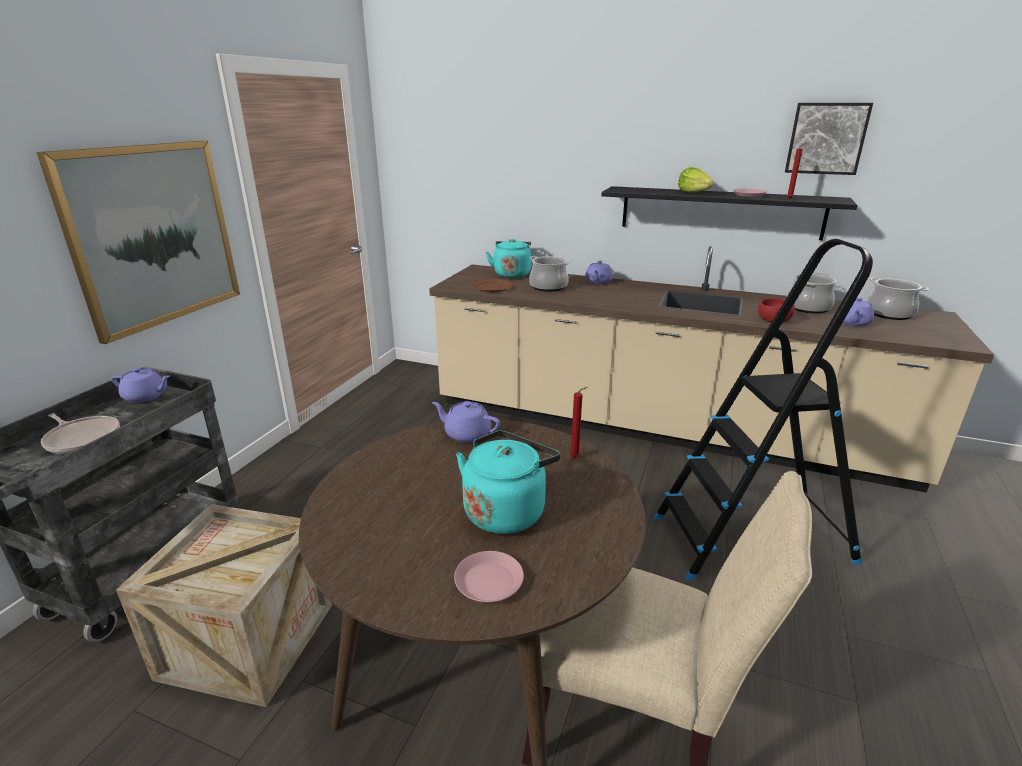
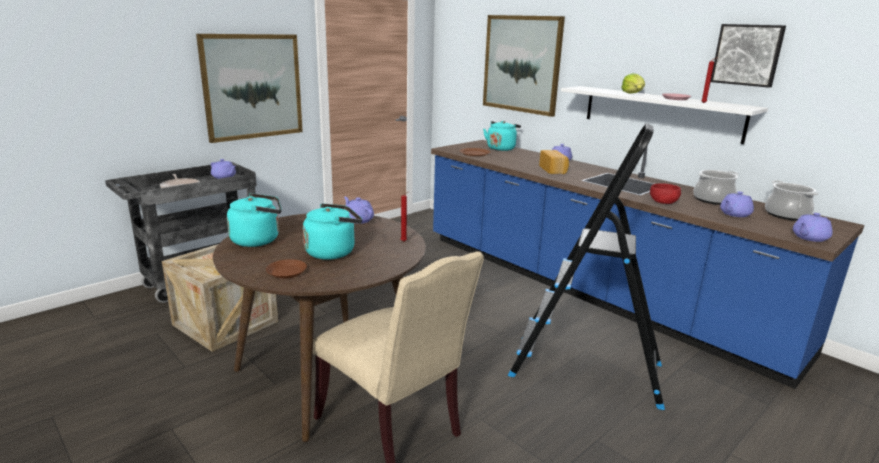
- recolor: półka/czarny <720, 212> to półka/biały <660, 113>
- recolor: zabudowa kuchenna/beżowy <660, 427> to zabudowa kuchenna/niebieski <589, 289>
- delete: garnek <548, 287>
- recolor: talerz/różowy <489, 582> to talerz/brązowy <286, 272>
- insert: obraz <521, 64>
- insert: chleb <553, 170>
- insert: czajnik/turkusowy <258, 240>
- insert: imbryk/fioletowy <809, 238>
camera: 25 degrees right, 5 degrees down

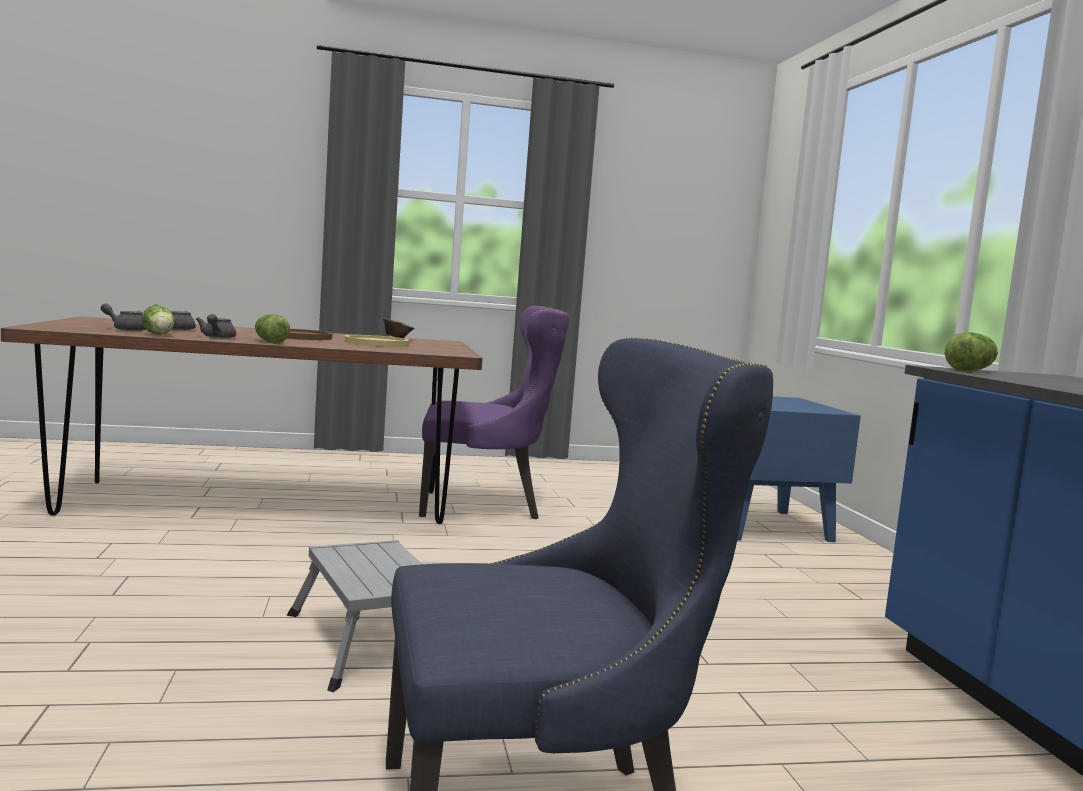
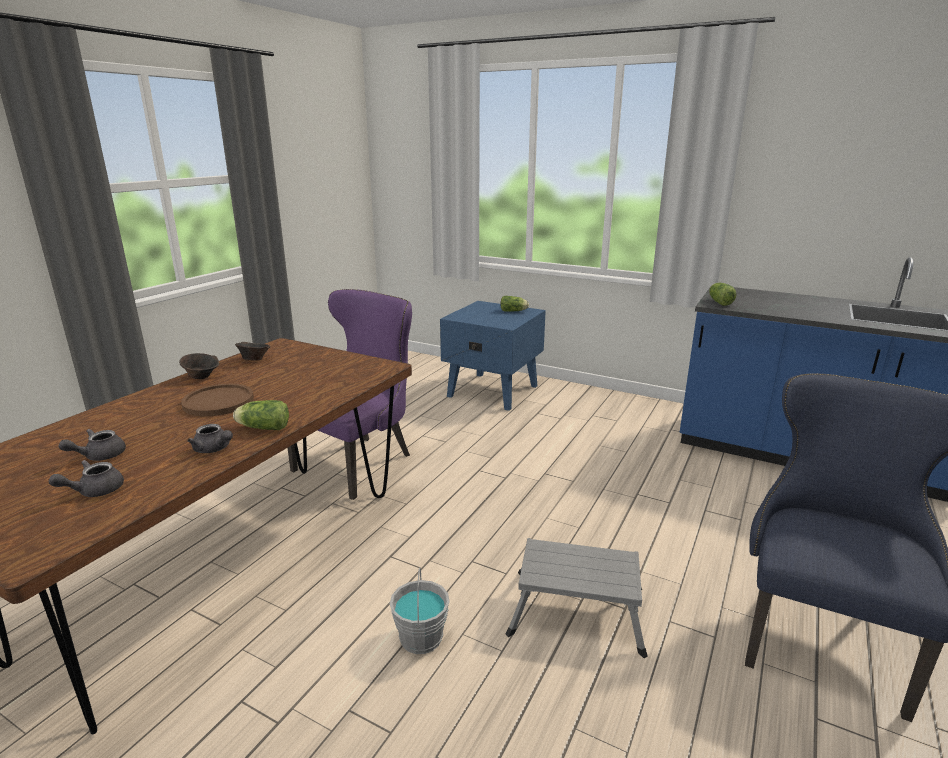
- move: sałata <159, 335> to <514, 311>
- delete: talerz/żółty <376, 343>
- insert: miska/brązowy <202, 377>
- insert: wiadro/szary <420, 637>
camera: 50 degrees left, 15 degrees up

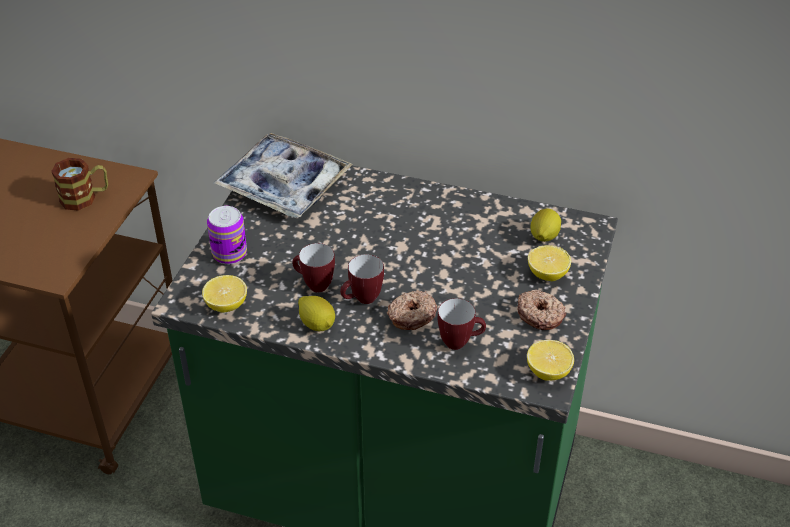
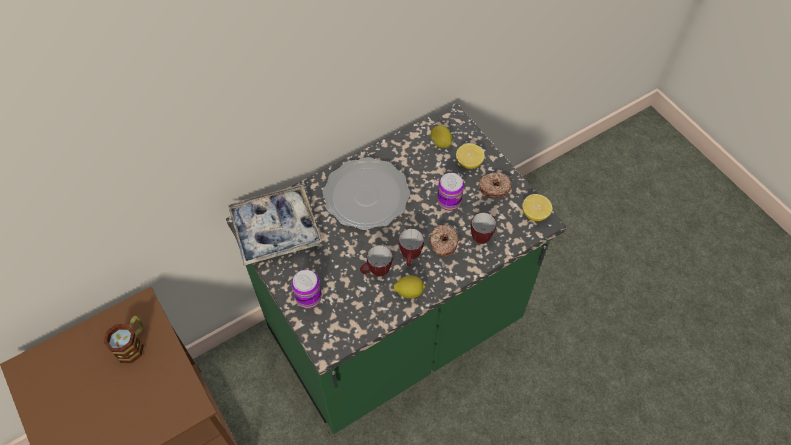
- delete: cytryna <226, 305>
- insert: talerz <366, 195>
- insert: puszka <449, 201>
camera: 50 degrees left, 15 degrees up

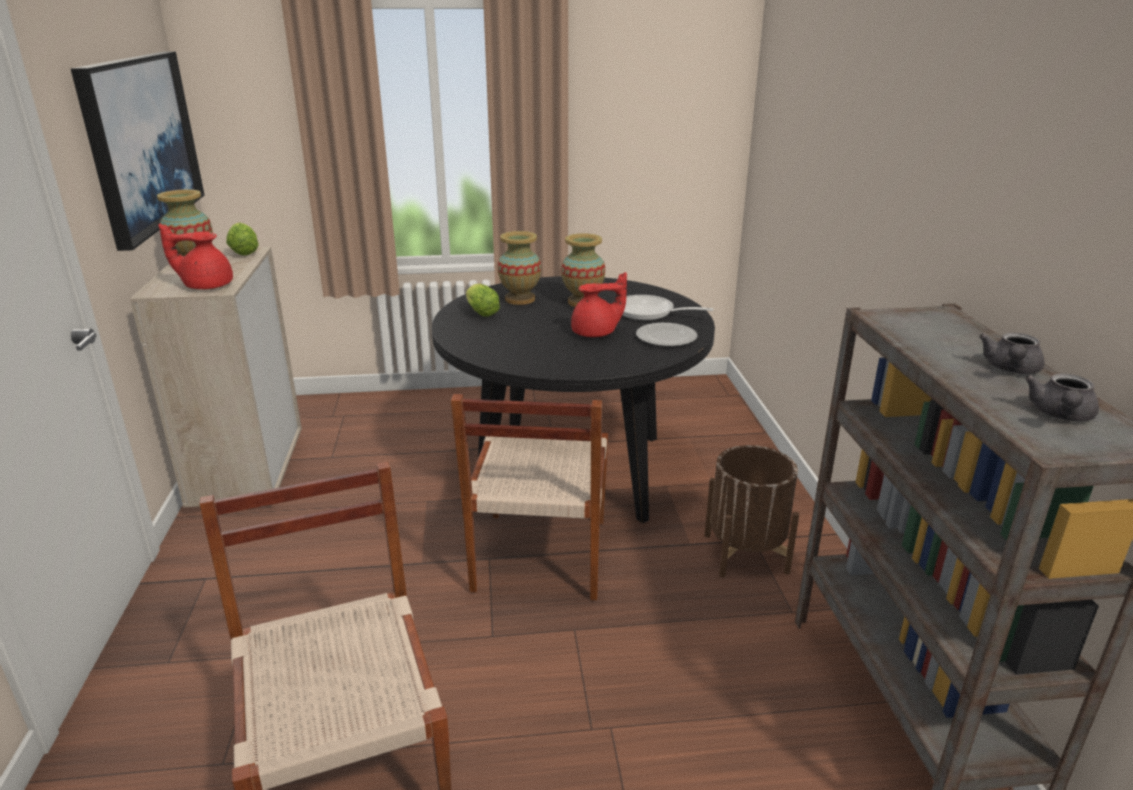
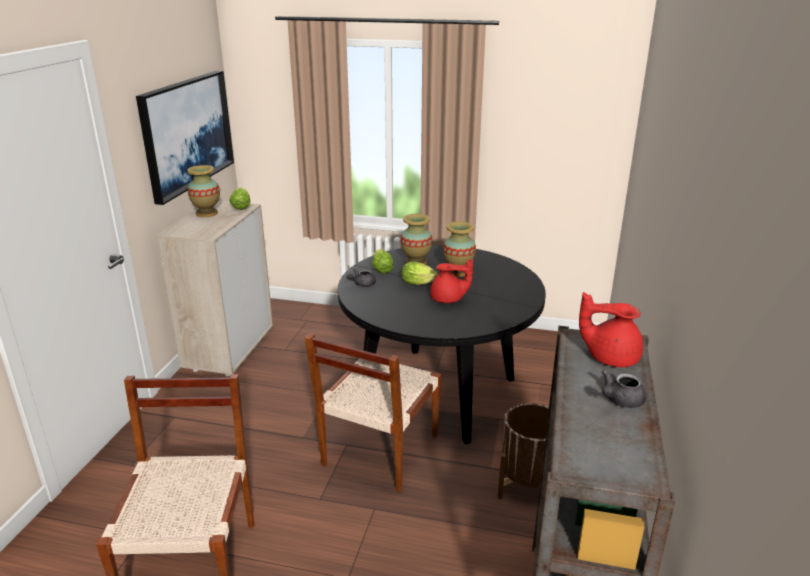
- move: imbryk/czerwony <206, 285> to <610, 357>
- delete: patelnia <649, 313>
- delete: talerz <665, 337>
- move: imbryk/szary <1060, 415> to <361, 284>
- insert: sałata <420, 284>
camera: 20 degrees right, 0 degrees up

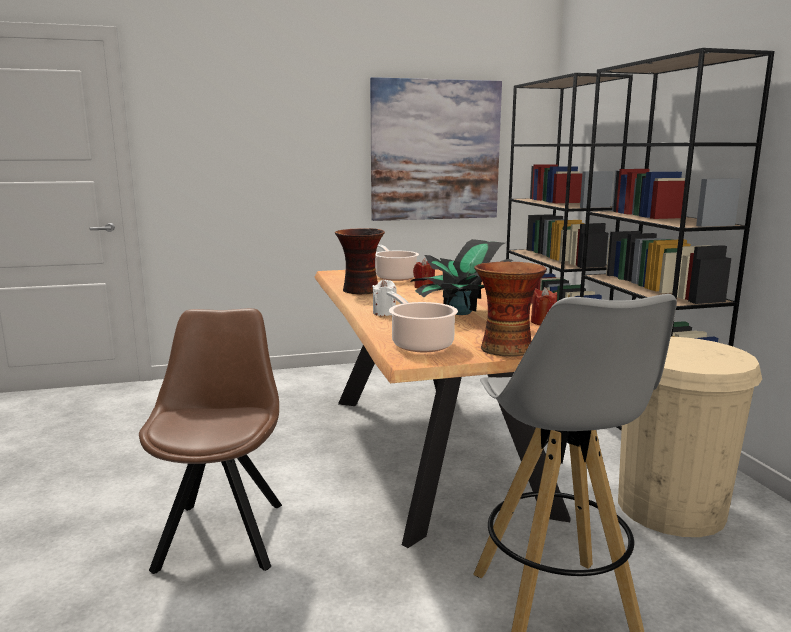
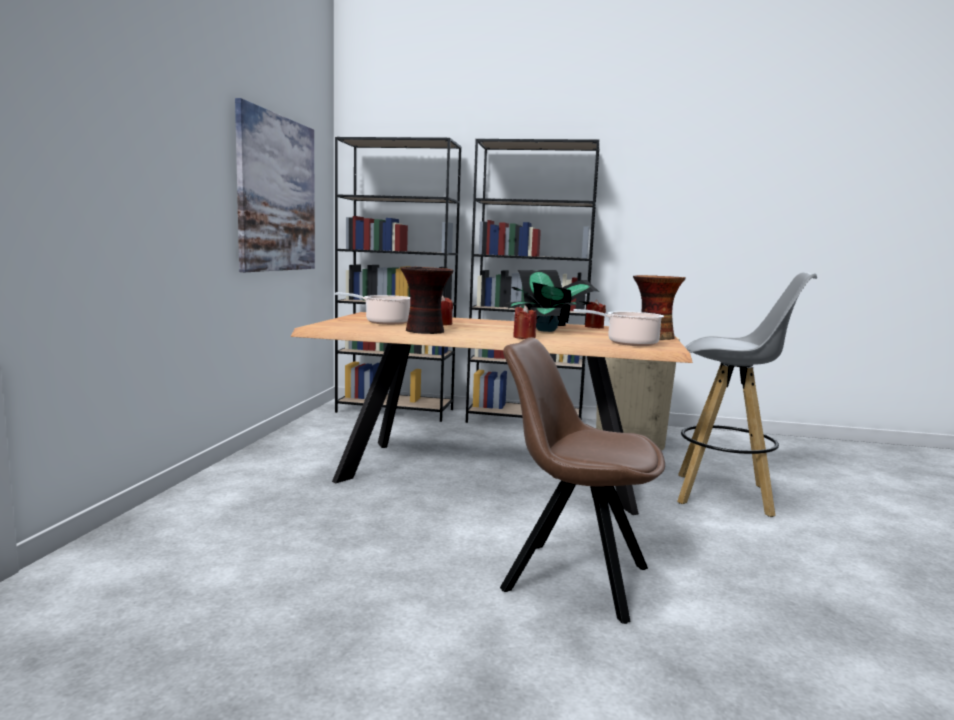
- recolor: świeca/biały <384, 313> to świeca/czerwony <524, 337>
camera: 65 degrees left, 5 degrees down

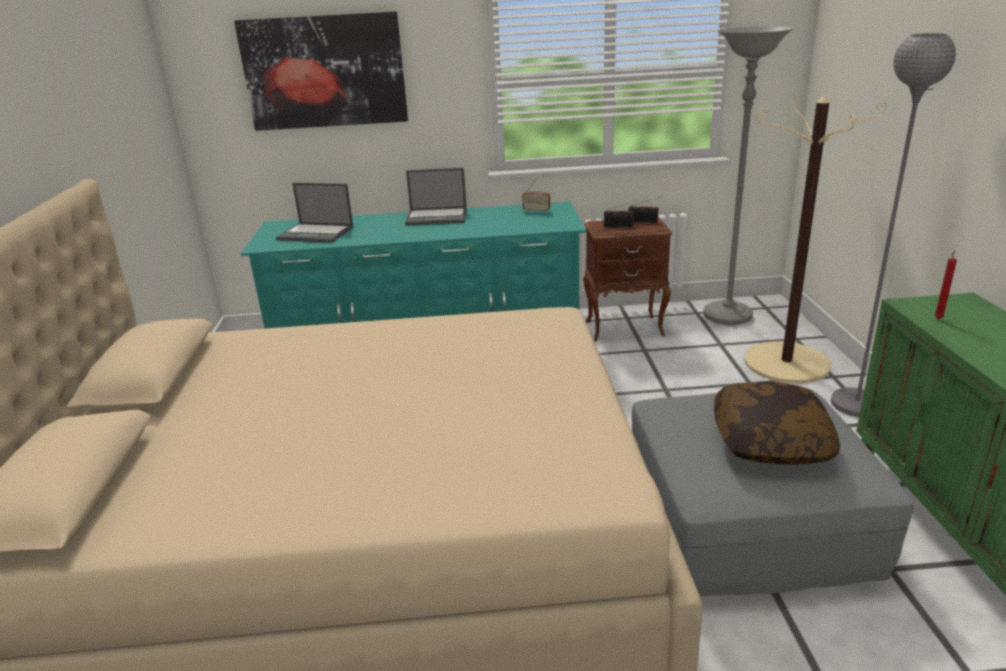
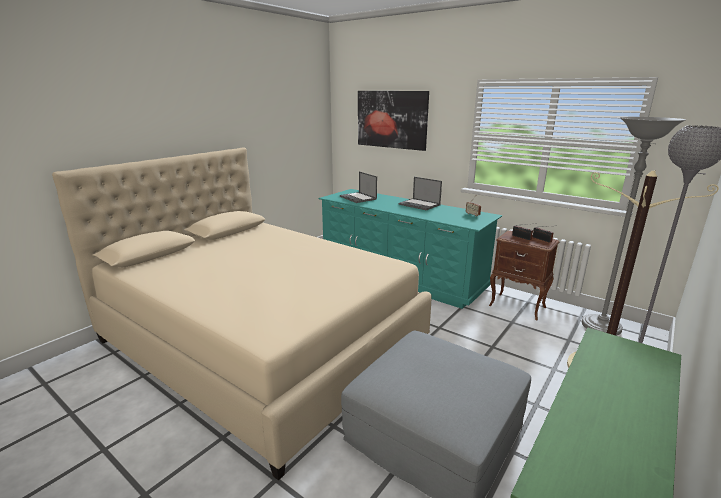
- delete: świeca/czerwony <938, 318>
- delete: poduszka <770, 441>
camera: 40 degrees right, 5 degrees down

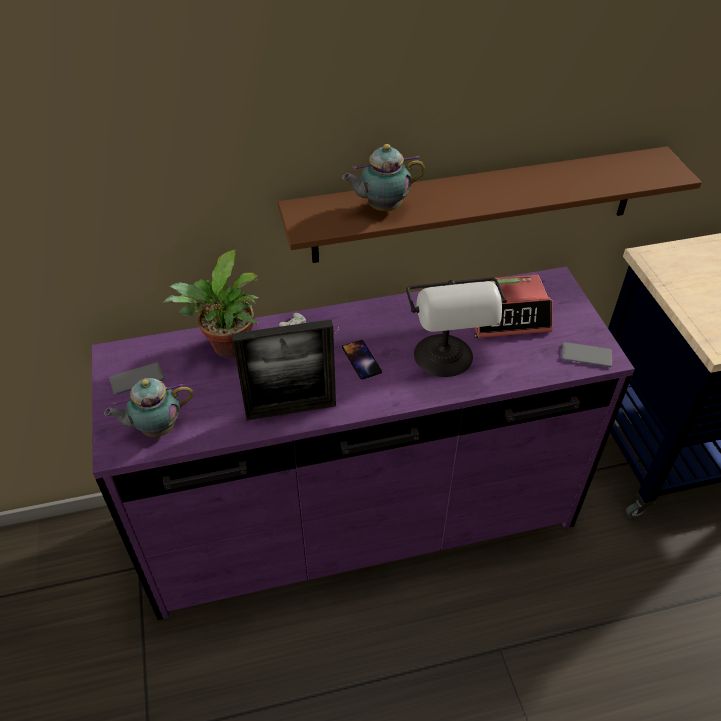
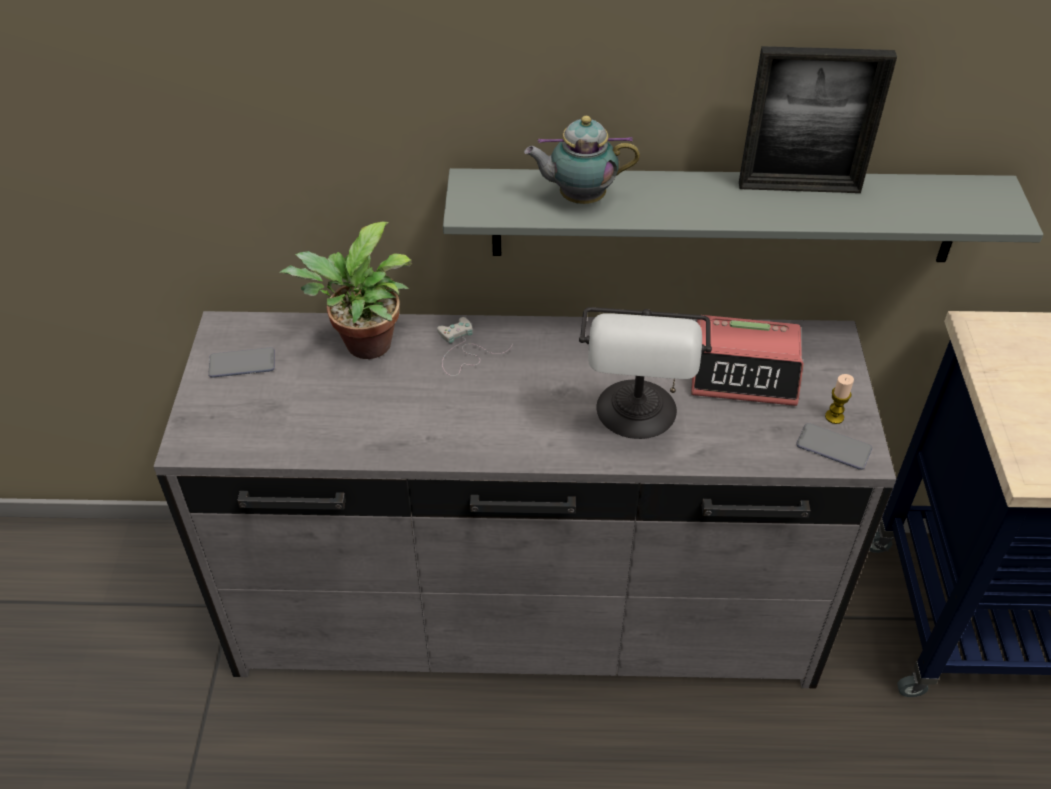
- recolor: półka/brązowy <476, 205> to półka/szary <724, 215>
- recolor: komoda/fioletowy <362, 517> to komoda/szary <528, 608>
- move: ramka na zdjęcie <291, 409> to <799, 187>
- delete: telefon <361, 360>
- delete: imbryk <156, 428>
- insert: świeca <834, 417>
camera: 15 degrees right, 0 degrees up

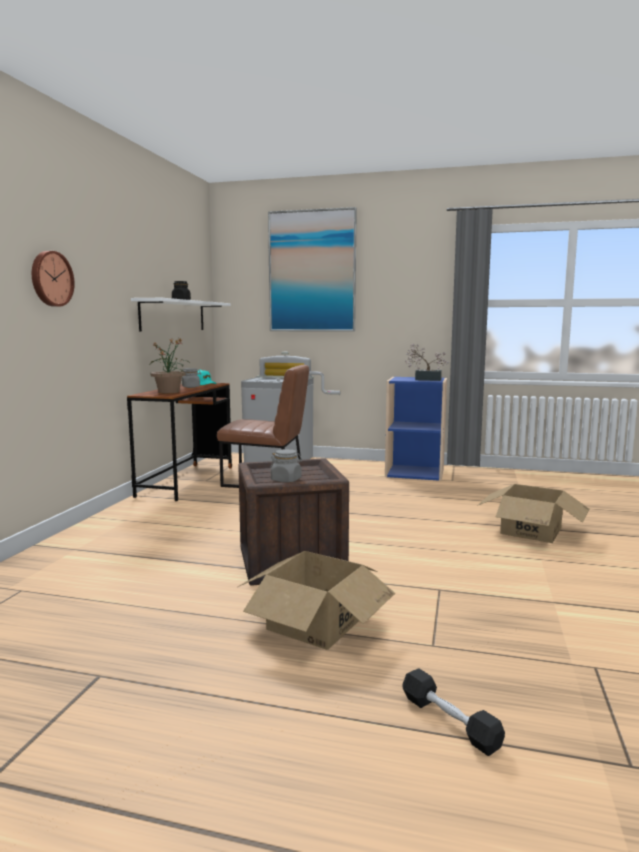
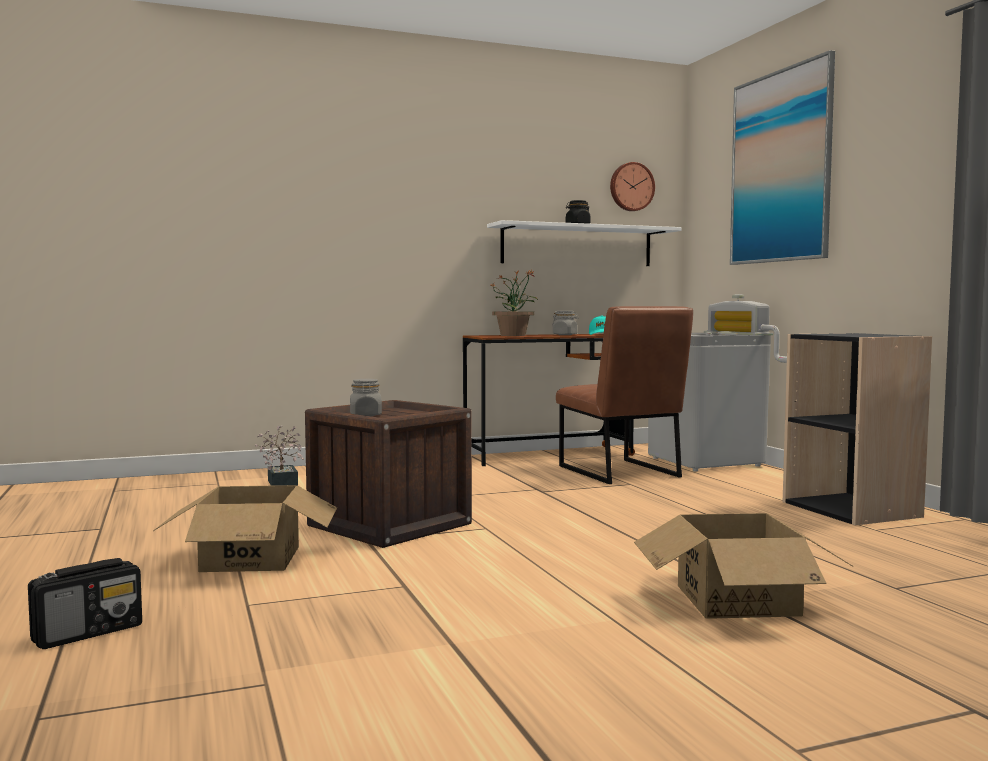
- move: zegar ścienny <51, 279> to <631, 187>
- move: roślina doniczkowa <424, 379> to <282, 482>
- recolor: regał/niebieski <415, 472> to regał/czarny <852, 509>
- replace: hantel/czarny <450, 722> to radio <89, 633>
camera: 55 degrees right, 5 degrees down

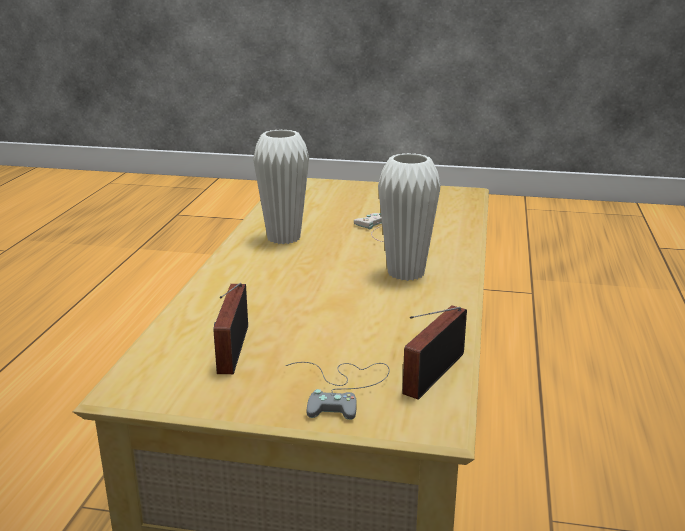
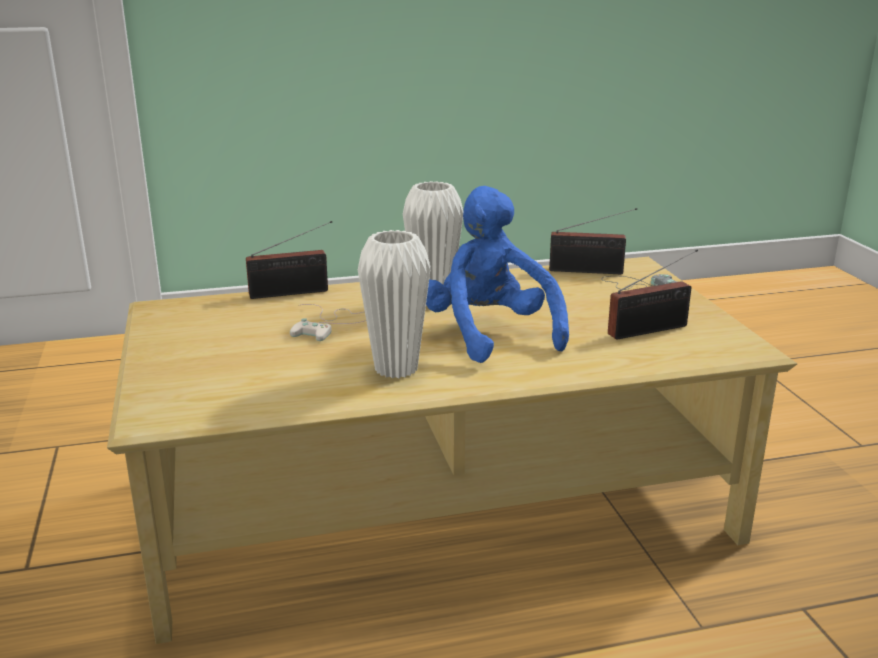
- insert: pluszak/niebieski <490, 334>
- insert: radio <293, 292>
camera: 115 degrees left, 0 degrees up

